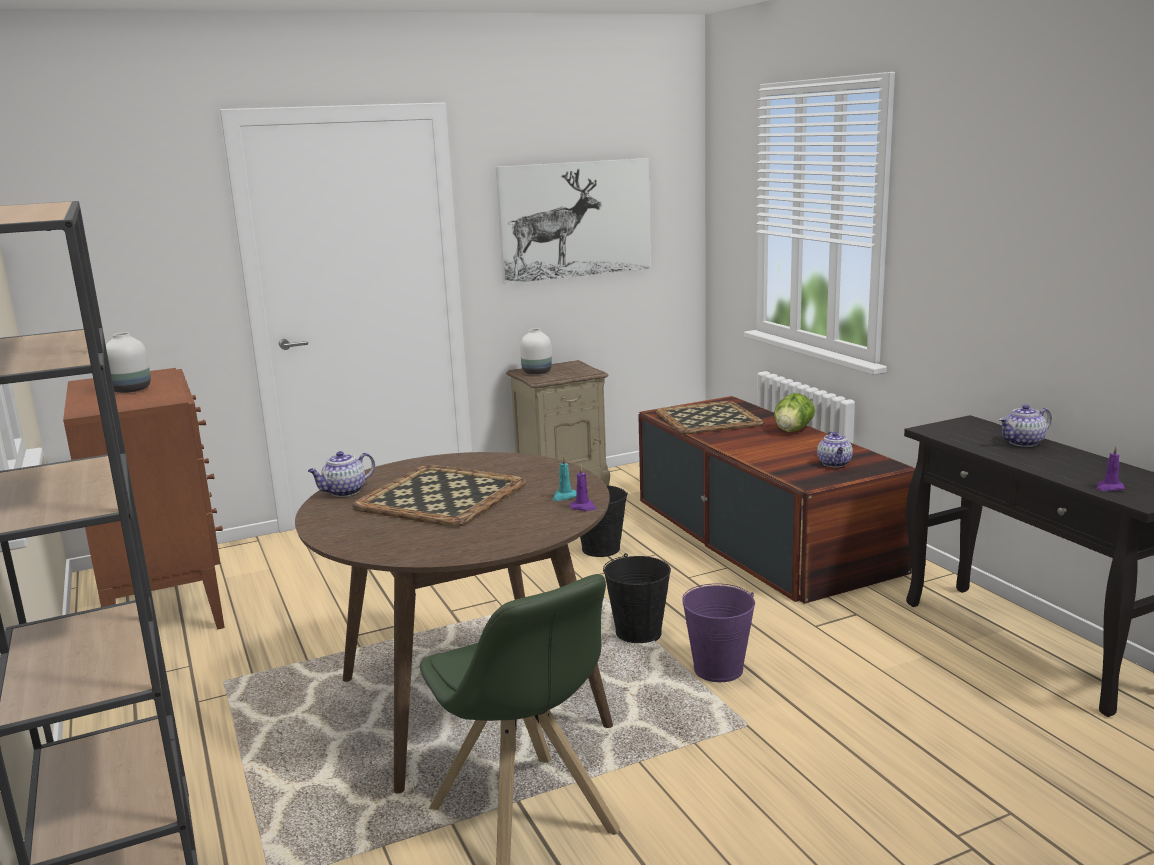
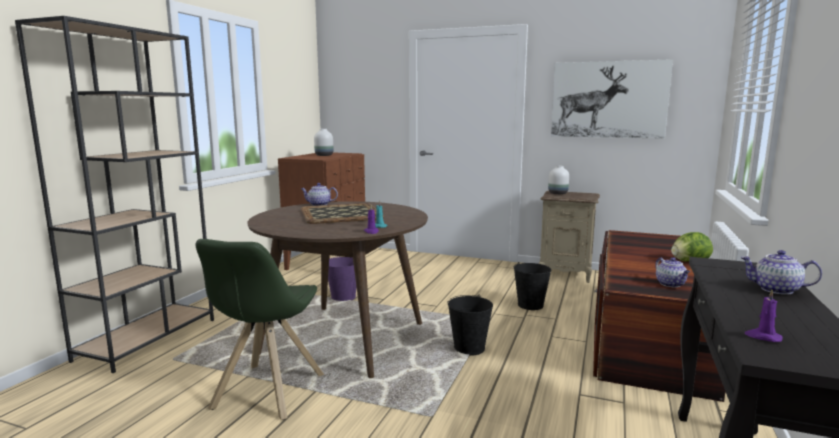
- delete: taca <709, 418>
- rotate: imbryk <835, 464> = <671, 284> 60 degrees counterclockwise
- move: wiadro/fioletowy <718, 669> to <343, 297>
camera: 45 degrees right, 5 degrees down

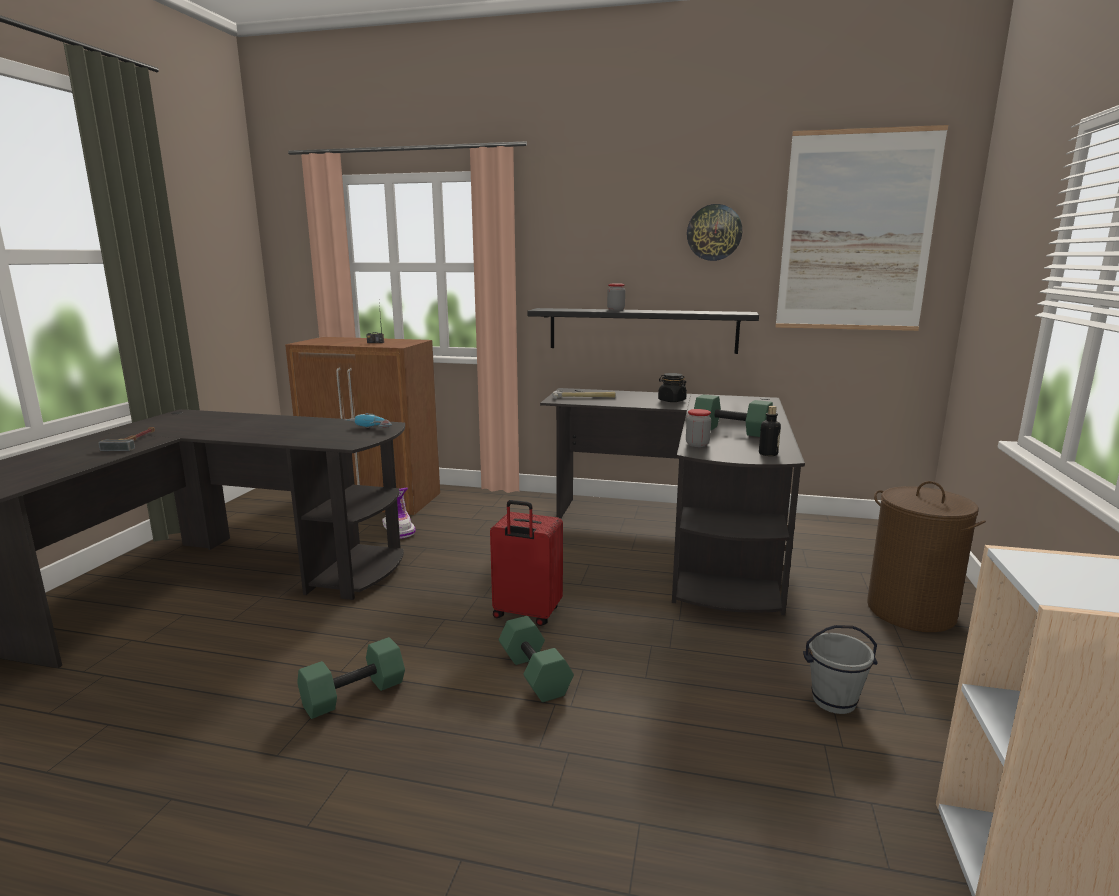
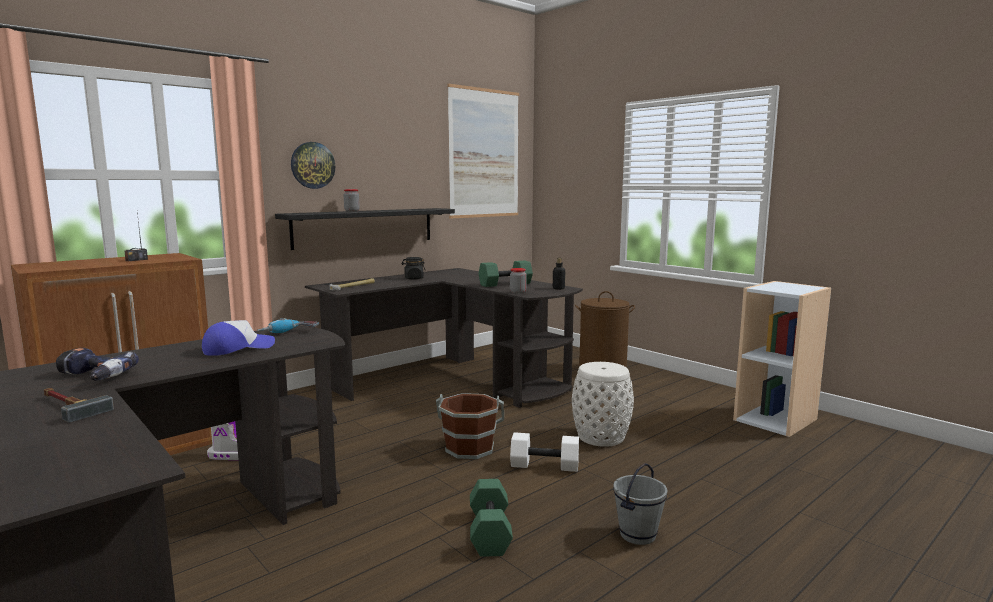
- move: zegar ścienny <714, 232> to <312, 165>
- replace: walizka/czerwony <526, 614> to wiadro/brązowy <469, 448>
- recolor: hantel/zielony <536, 674> to hantel/biały <545, 465>
- move: wiadro/szary <834, 702> to <638, 535>
- insert: czapka z daszkiem <238, 348>
- insert: wiertarka <92, 377>
- insert: stołek/biały <601, 437>
camera: 55 degrees left, 5 degrees down

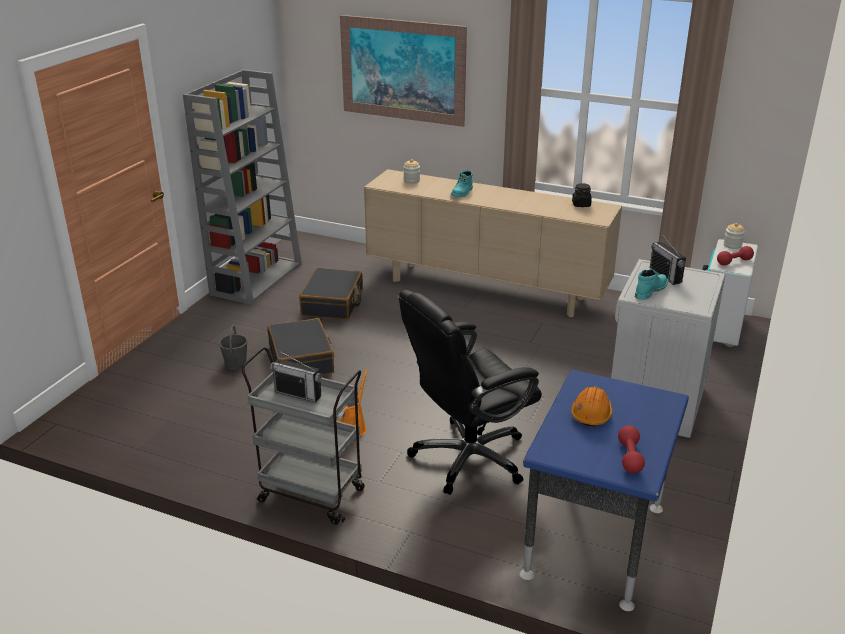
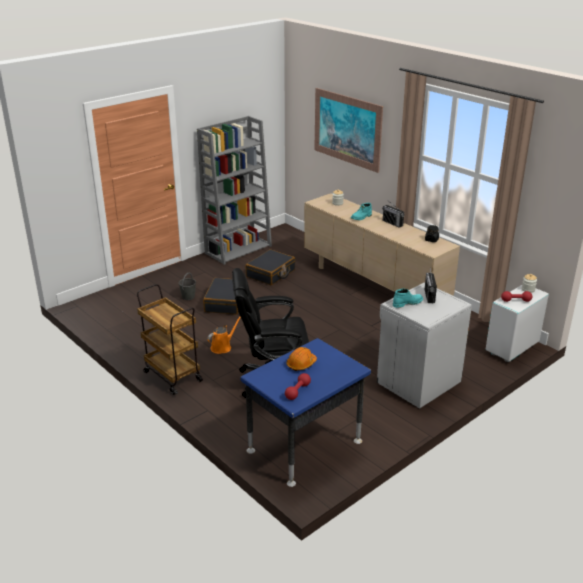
- recolor: wózek/szary <310, 495> to wózek/brązowy <172, 376>
- move: radio <298, 394> to <392, 223>
camera: 25 degrees right, 0 degrees up

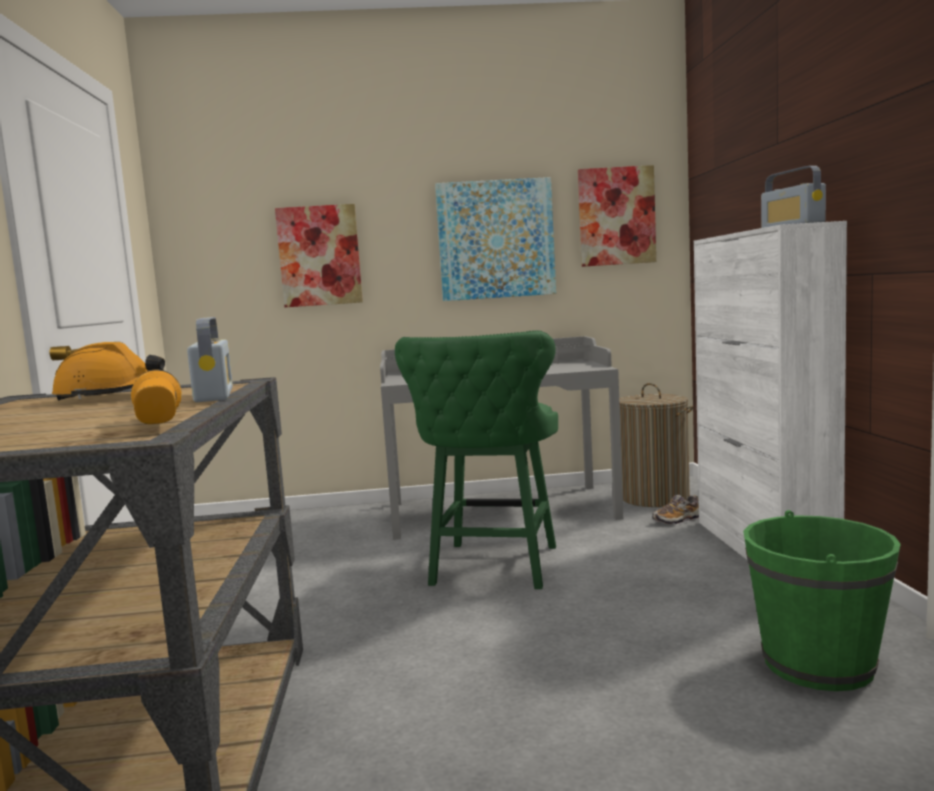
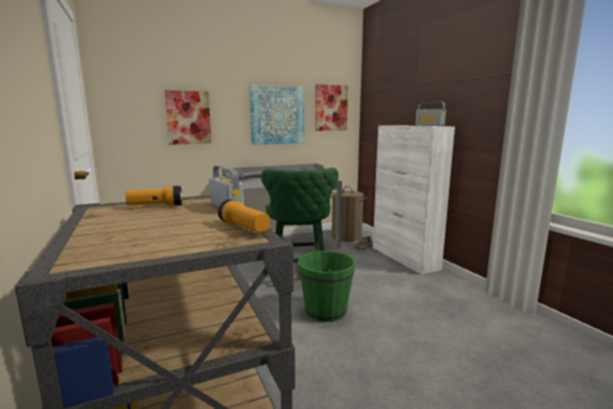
- replace: kask/pomarańczowy <111, 395> to latarka <156, 206>
- move: wiadro/zielony <818, 664> to <325, 310>
camera: 20 degrees left, 5 degrees up

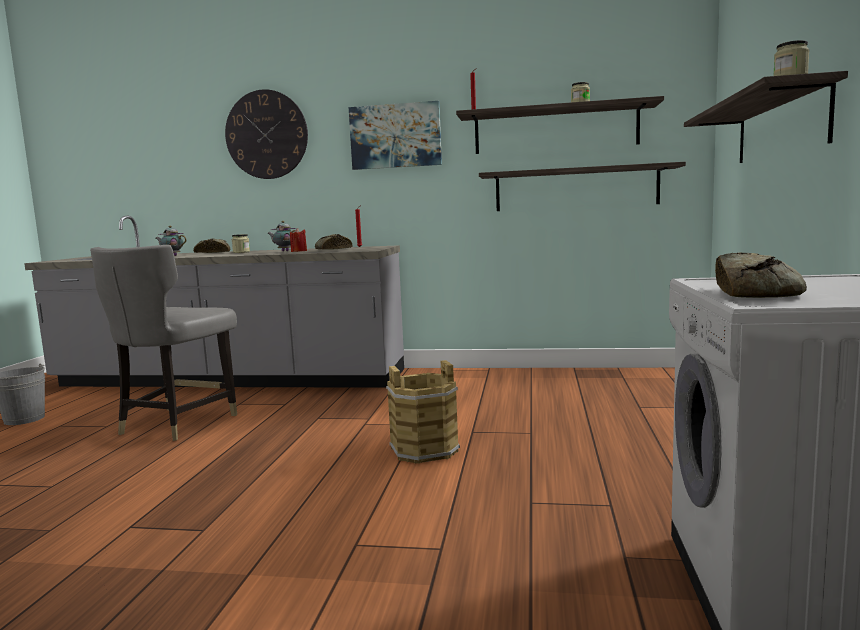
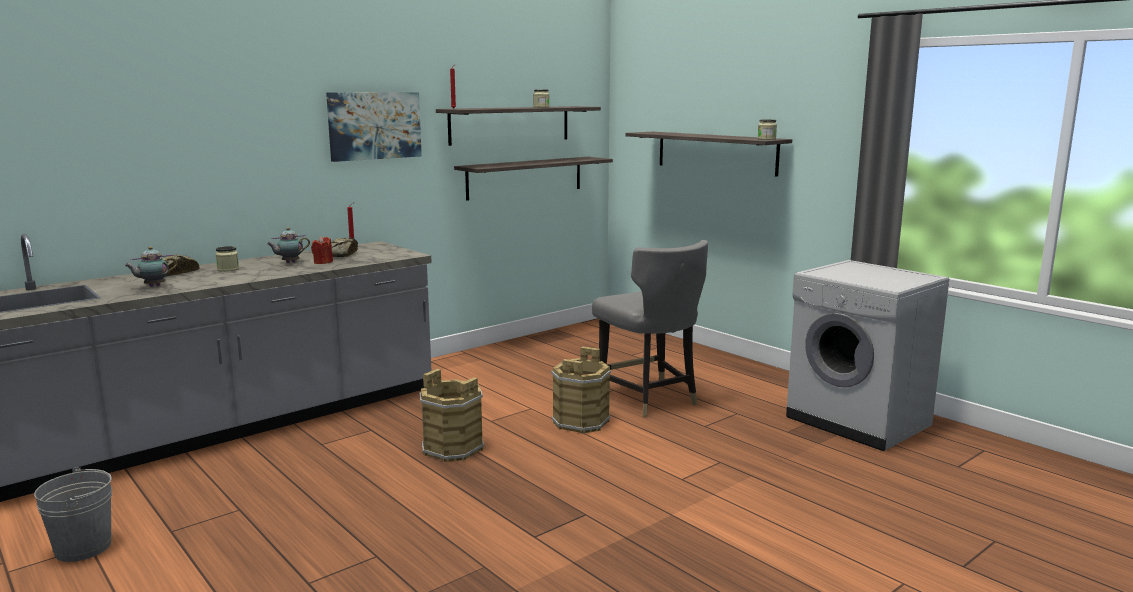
- delete: zegar ścienny <266, 135>
- move: krzesło/szary <176, 424> to <649, 399>
- delete: chleb <753, 292>
- insert: wiadro/brązowy <452, 448>
camera: 50 degrees left, 5 degrees up

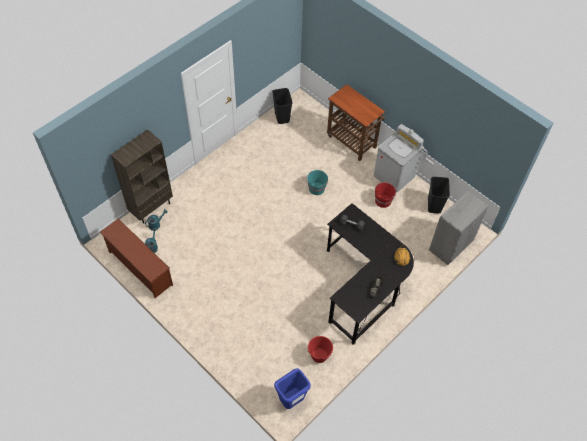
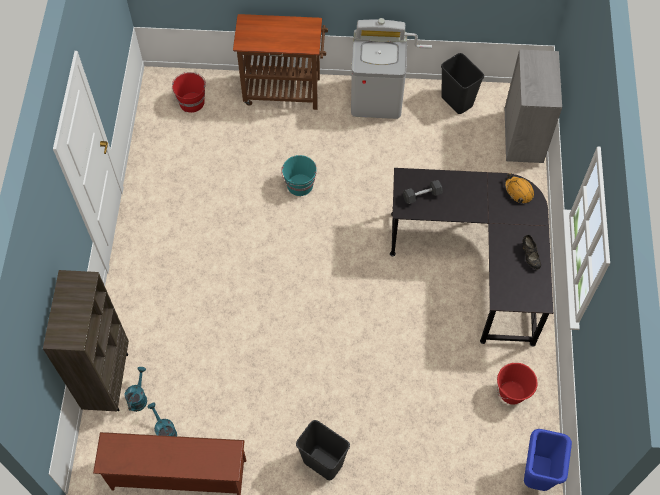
- move: kosz na śmieci/czarny <281, 117> to <322, 462>
- move: wiadro/czerwony <383, 200> to <191, 101>
camera: 40 degrees left, 5 degrees up

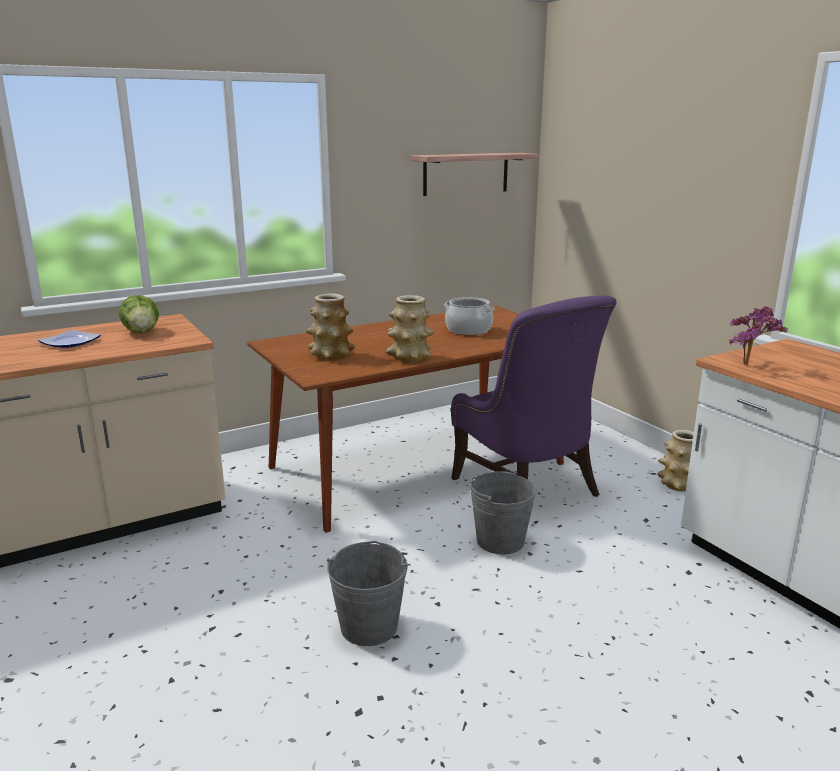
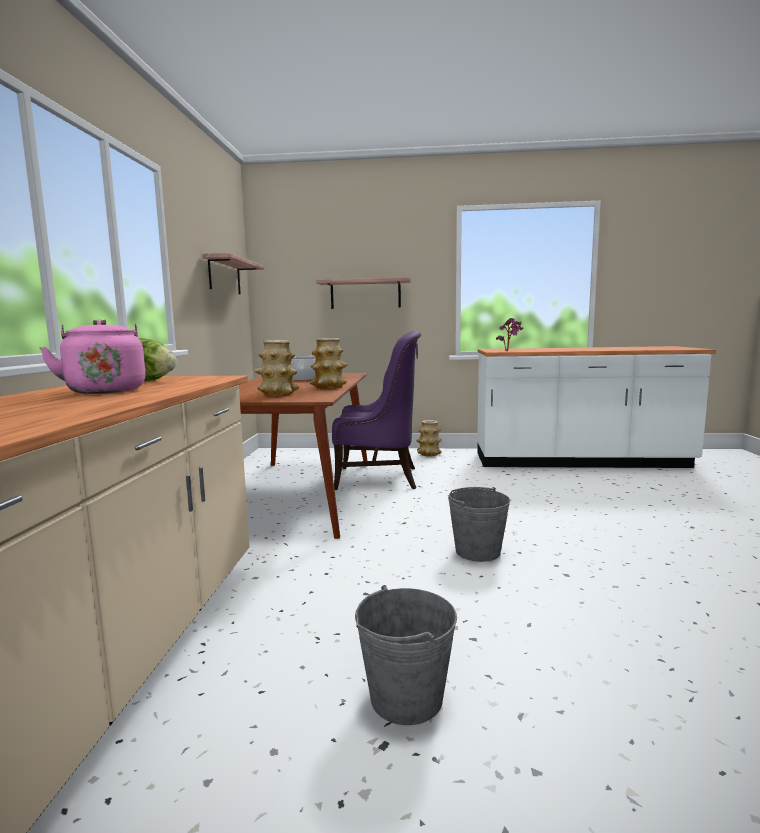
- replace: talerz <72, 342> to czajnik/różowy <105, 390>
- move: wiadro/szary <500, 541> to <406, 697>
- insert: półka <365, 294>
camera: 55 degrees left, 10 degrees down

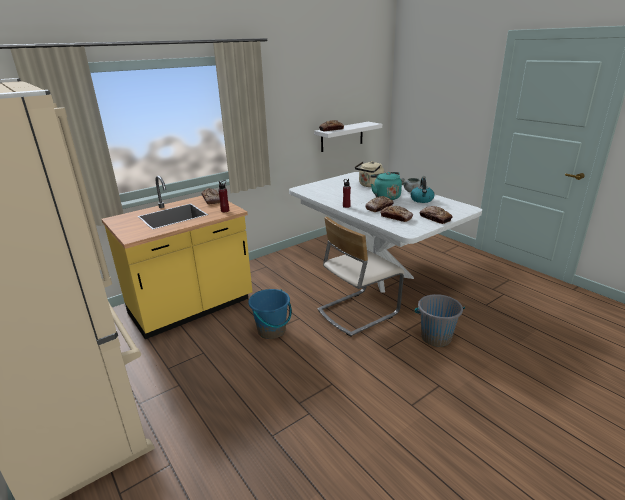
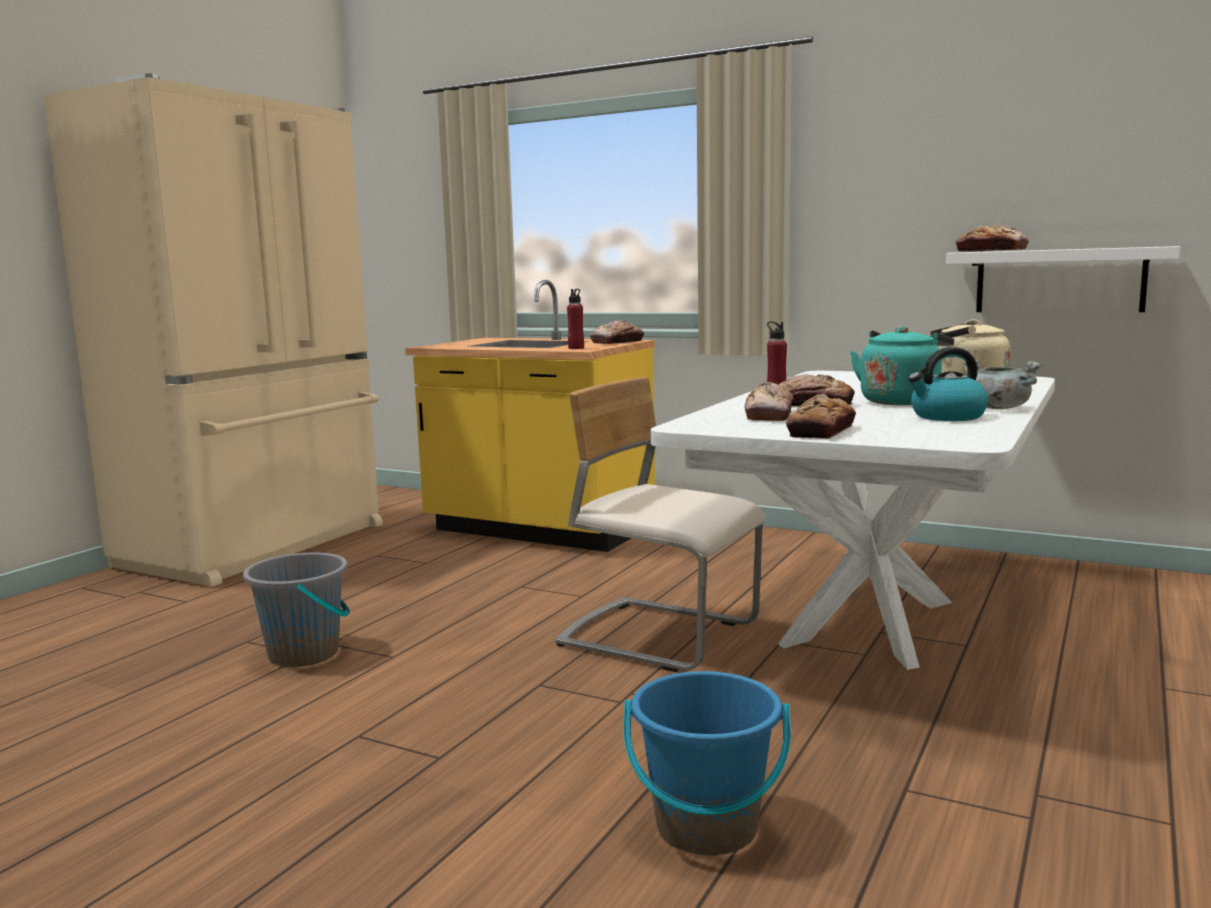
- move: wiadro/niebieski <272, 331> to <706, 828>
- move: wiadro/szary <436, 338> to <304, 654>
camera: 65 degrees right, 15 degrees down

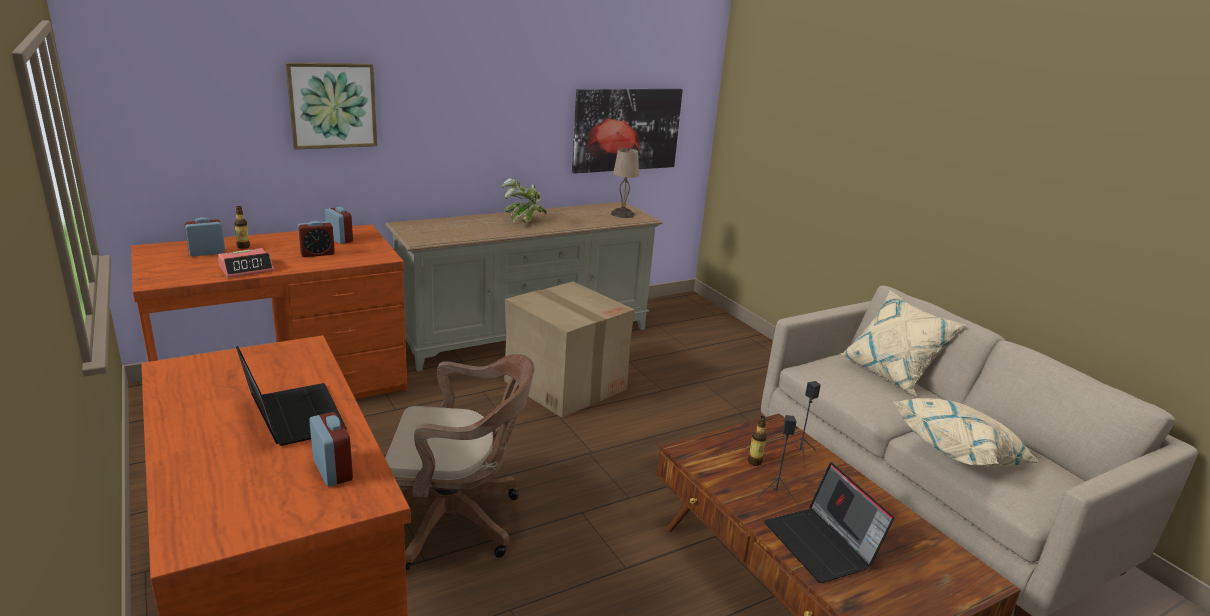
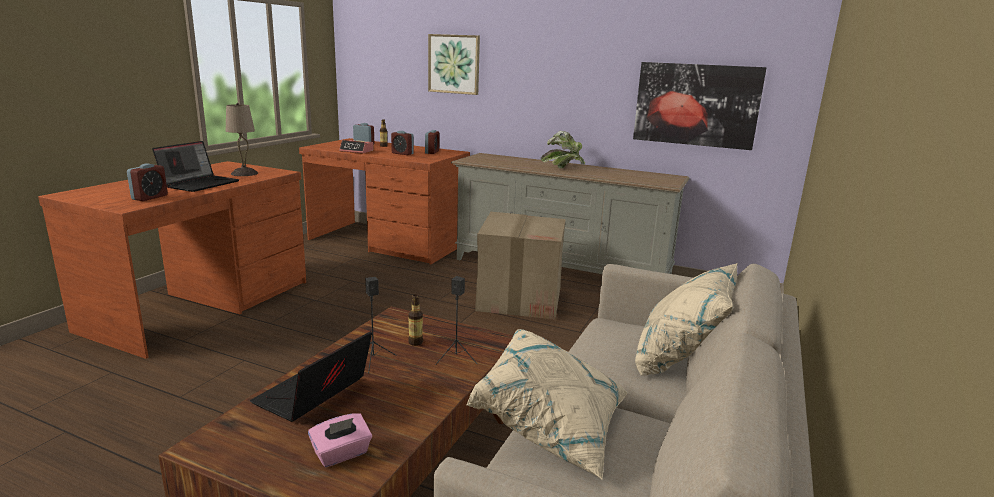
- move: lampa stołowa/beżowy <622, 214> to <245, 173>
- delete: krzesło biurowe/brązowy <456, 521>
- insert: pudełko chusteczek/różowy <341, 454>
camera: 55 degrees right, 5 degrees down

